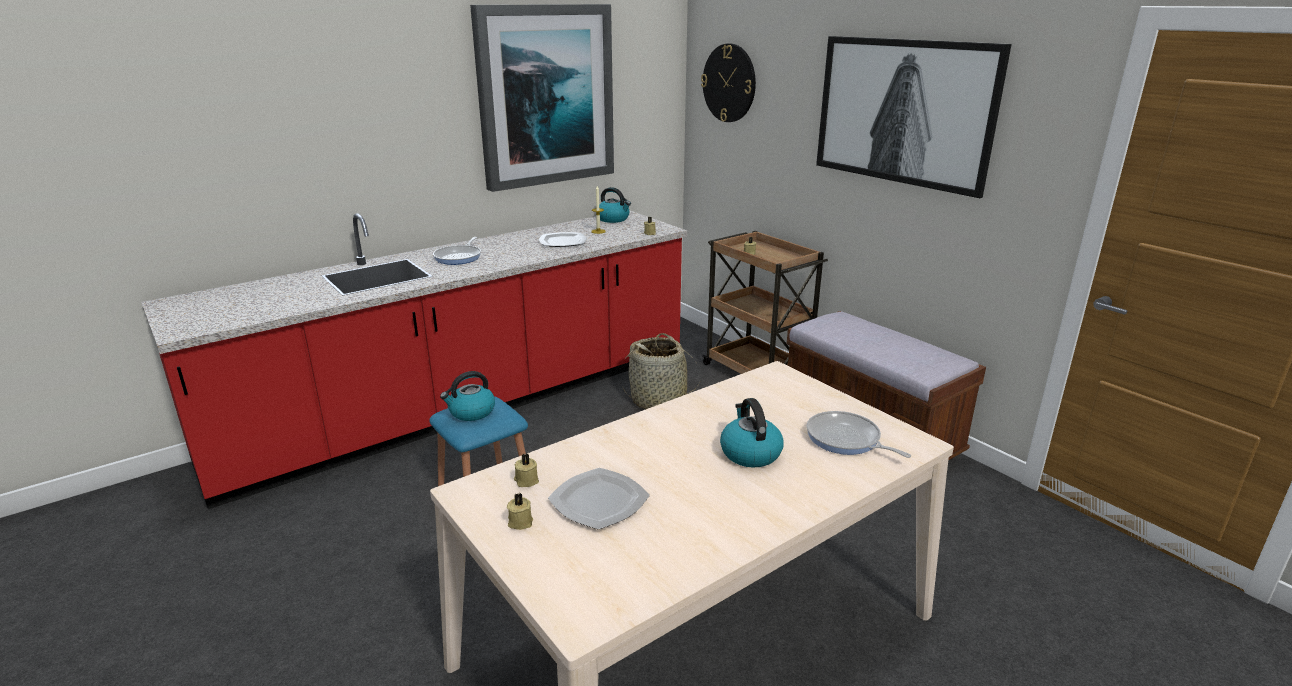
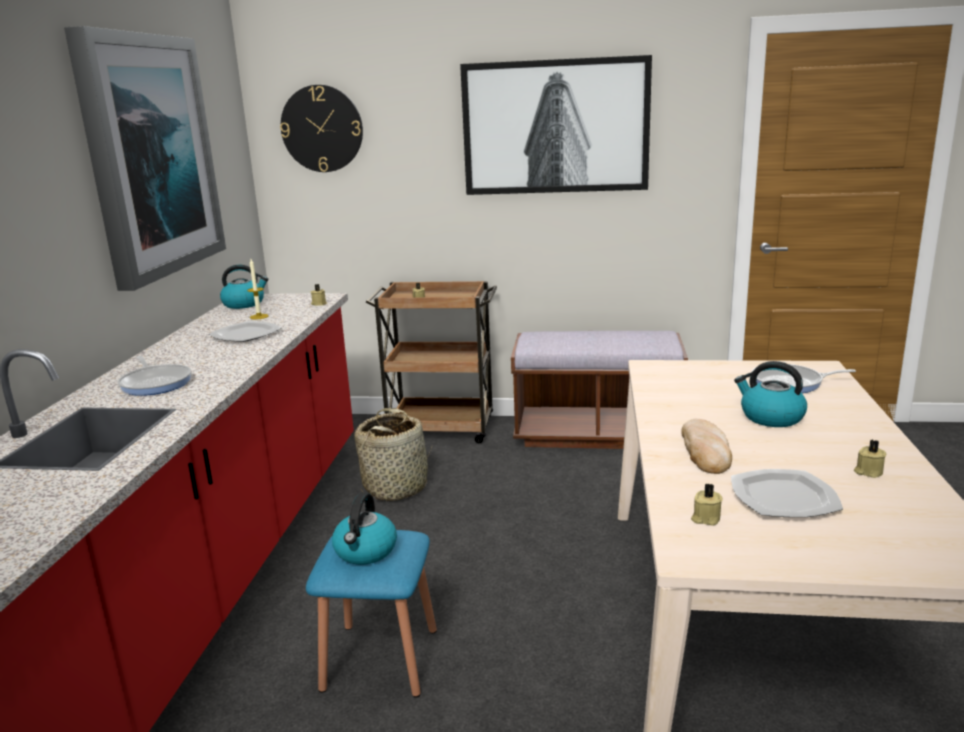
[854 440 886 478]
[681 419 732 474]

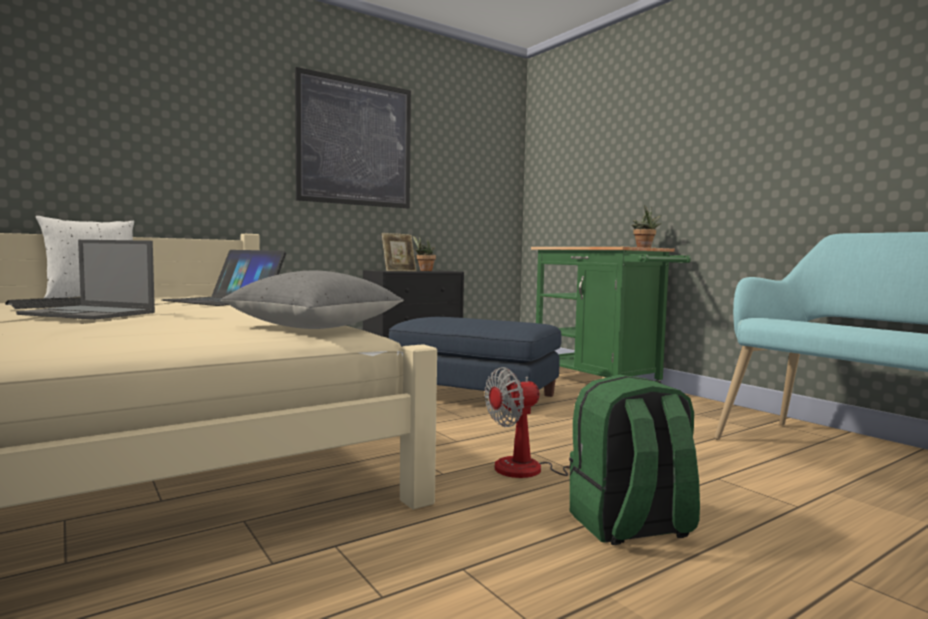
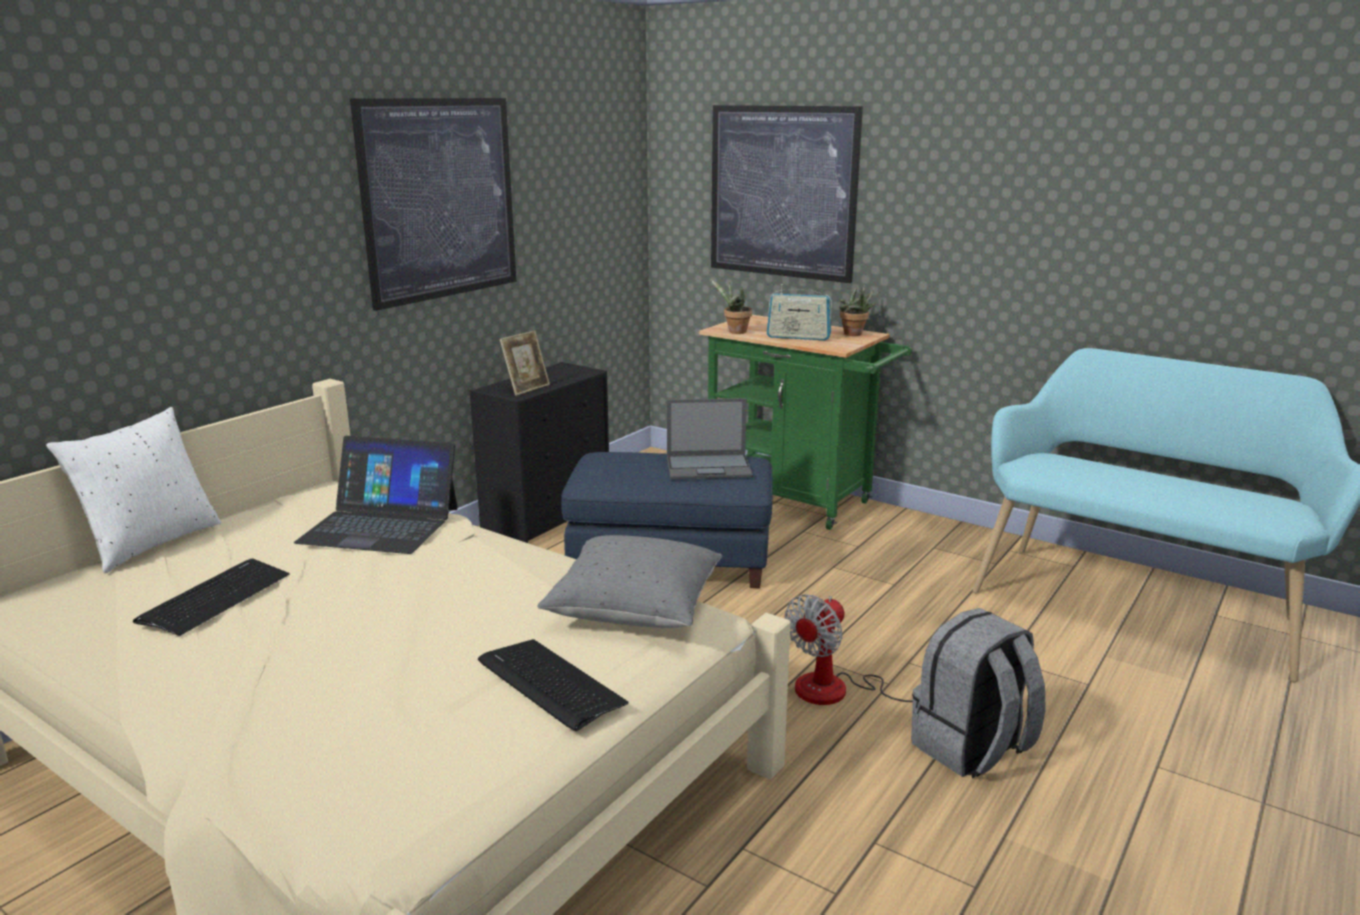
[709 278 752 334]
[667 398 753 479]
[911 608 1046 778]
[711 105 863 283]
[767 284 832 340]
[478 639 628 731]

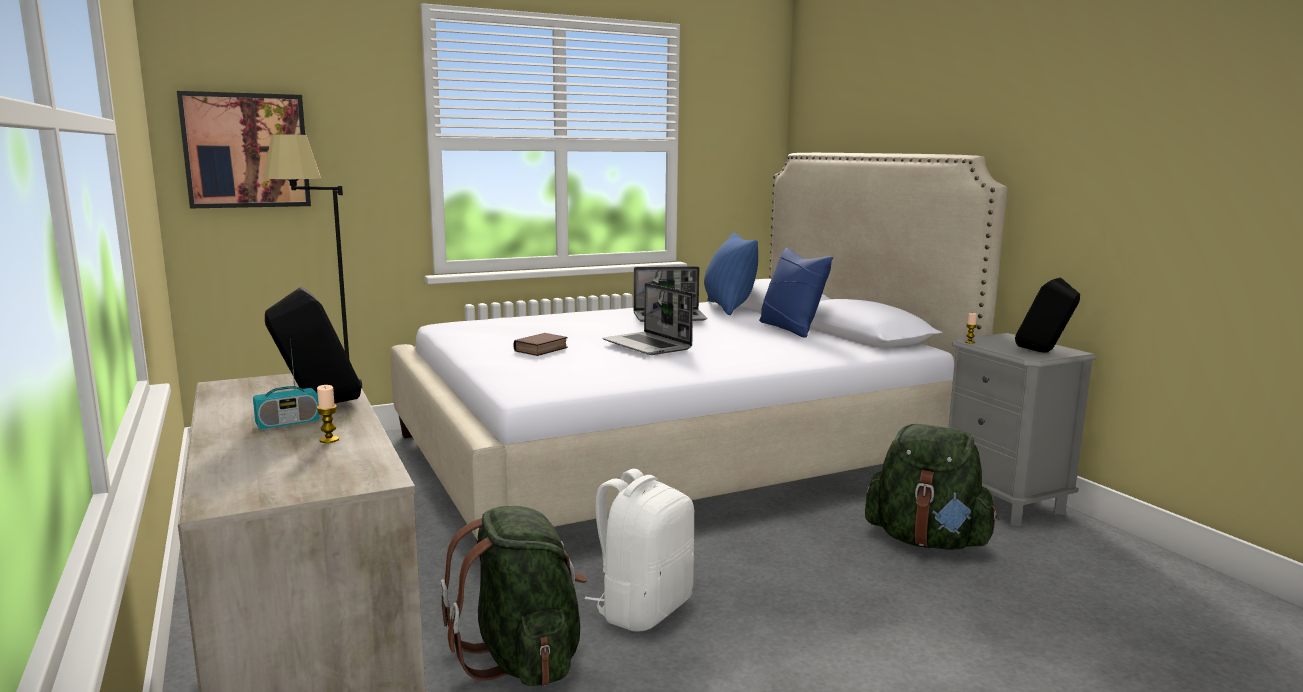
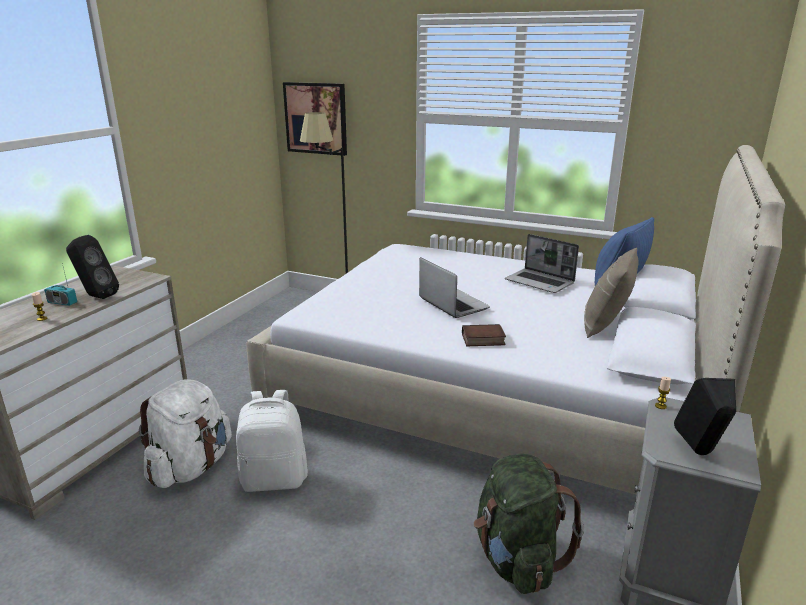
[584 247 639 338]
[419 257 490 318]
[462 324 506 346]
[139 379 232 488]

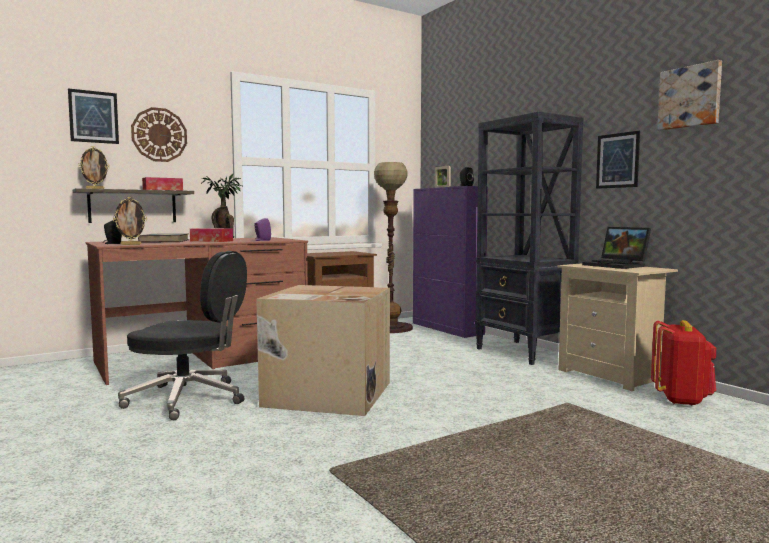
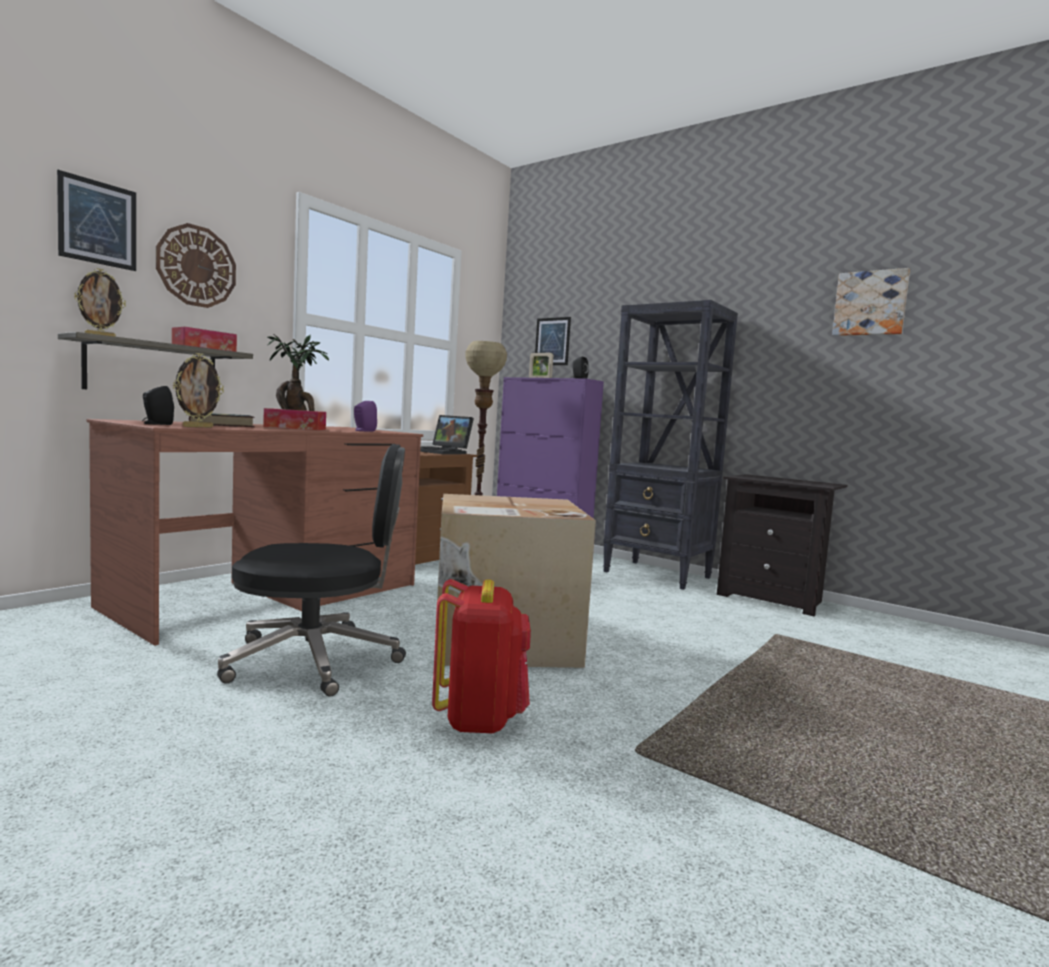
[535 317 571 365]
[420 415 474 454]
[717 474 847 616]
[432 579 531 734]

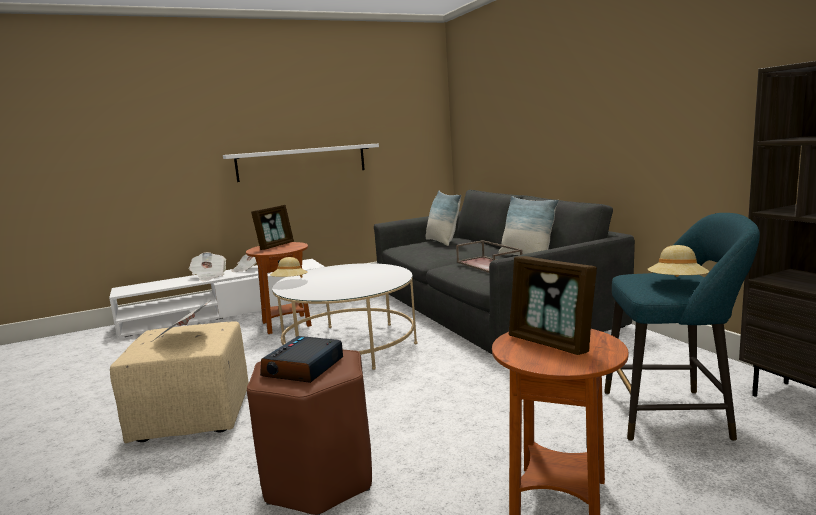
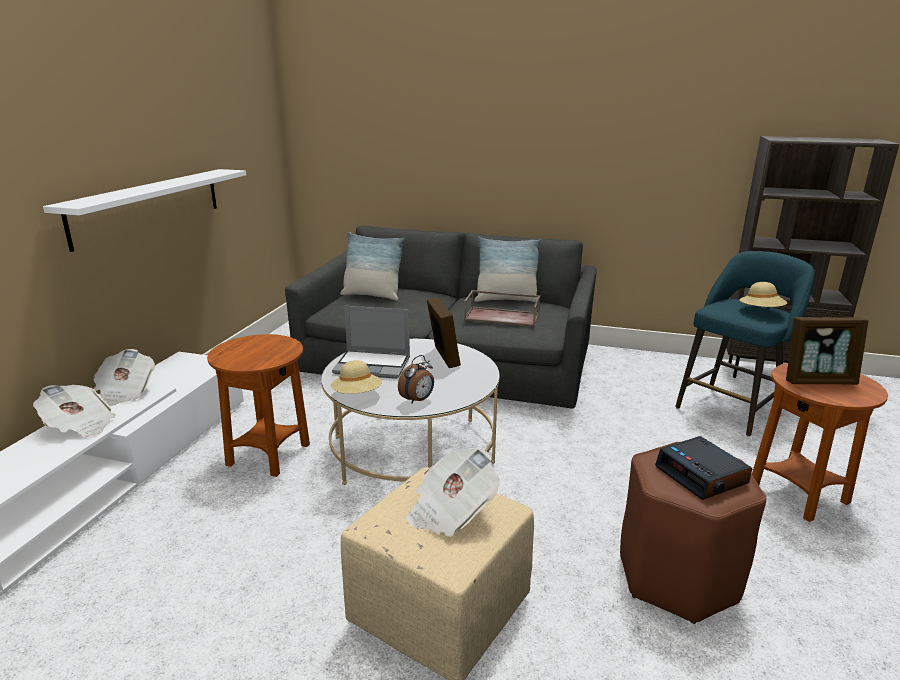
[427 297 461 368]
[332 306 410 379]
[398 355 434 404]

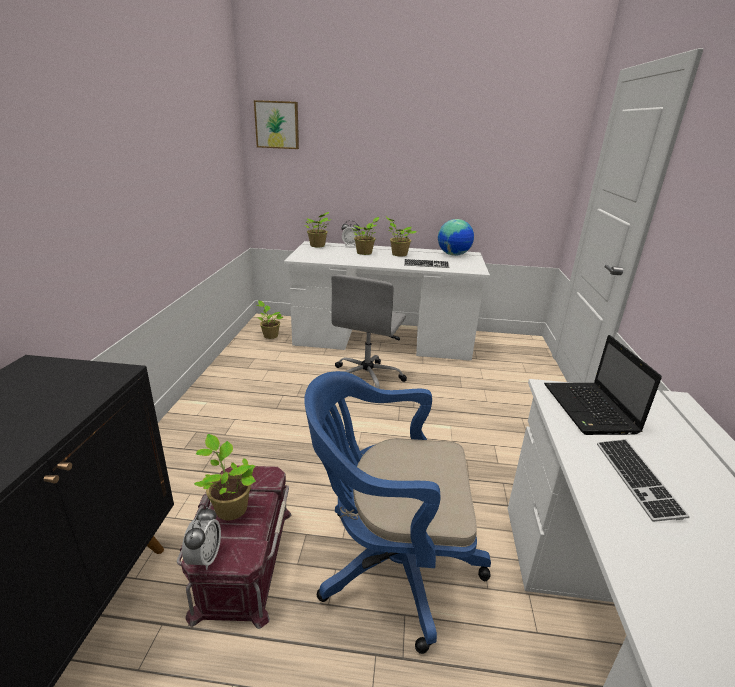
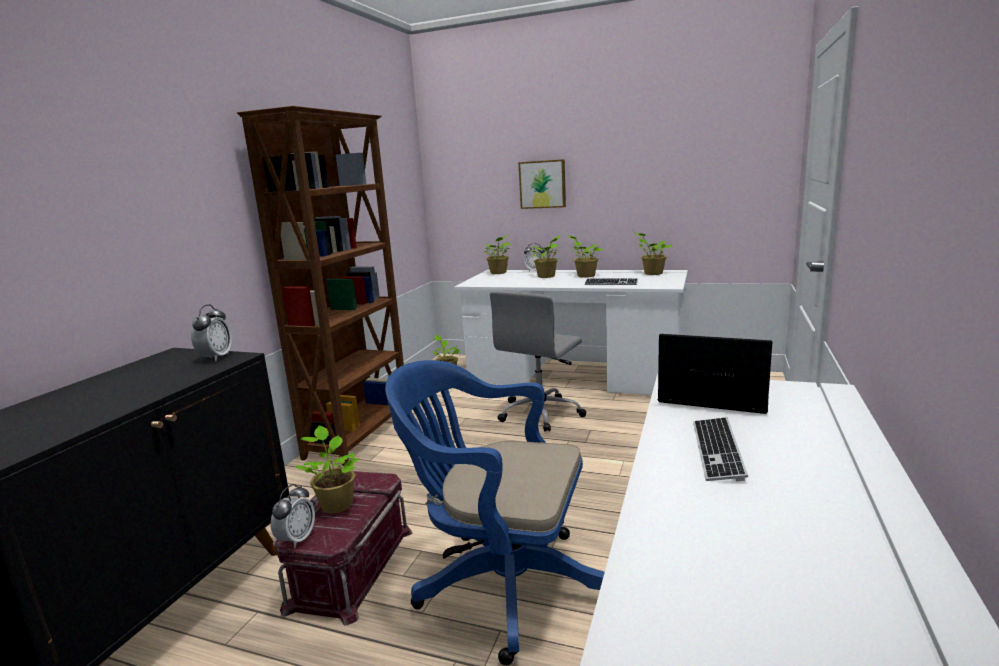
[518 159 566 209]
[634 232 673 275]
[657 334 772 414]
[237 106 404 466]
[191 304 232 361]

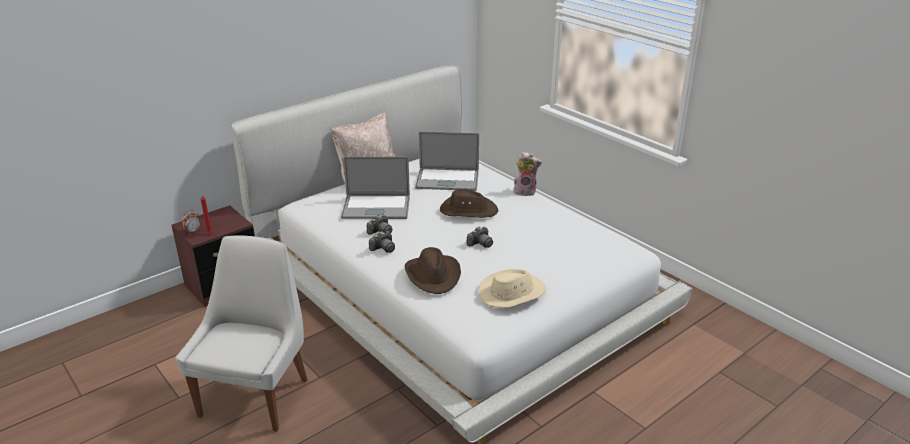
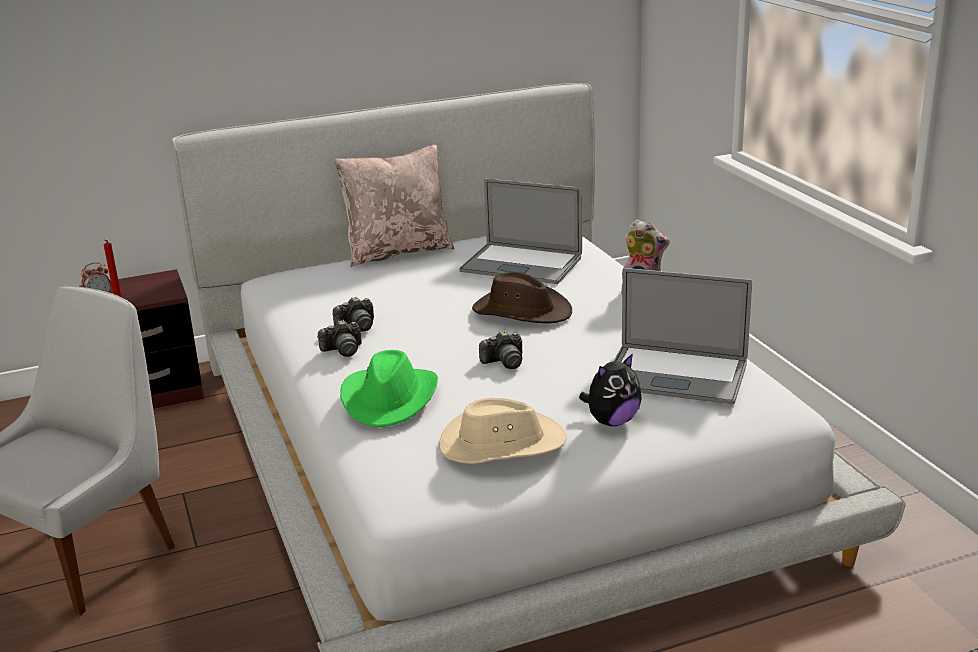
[614 268 752 405]
[340 350 438 427]
[579 353 642 426]

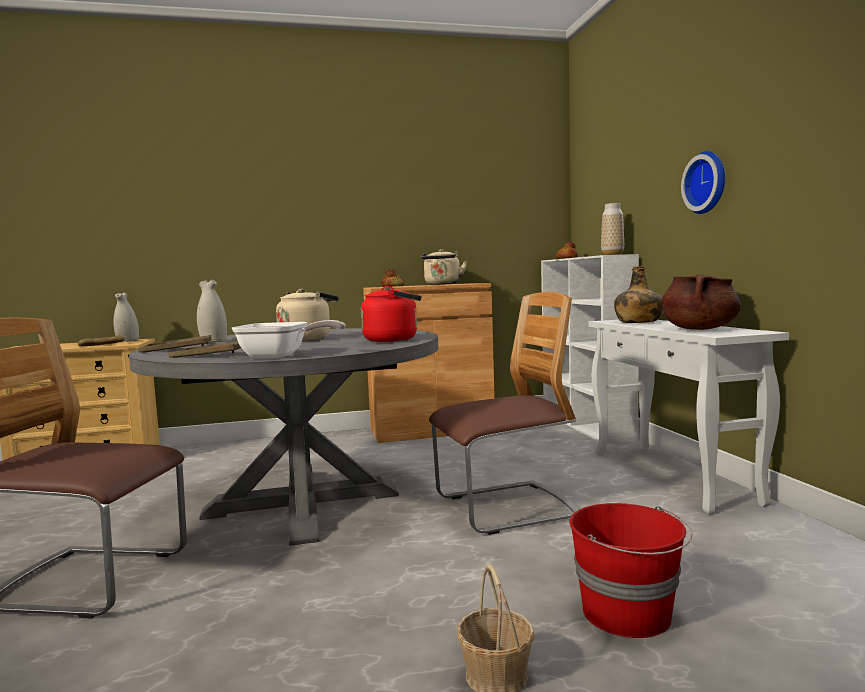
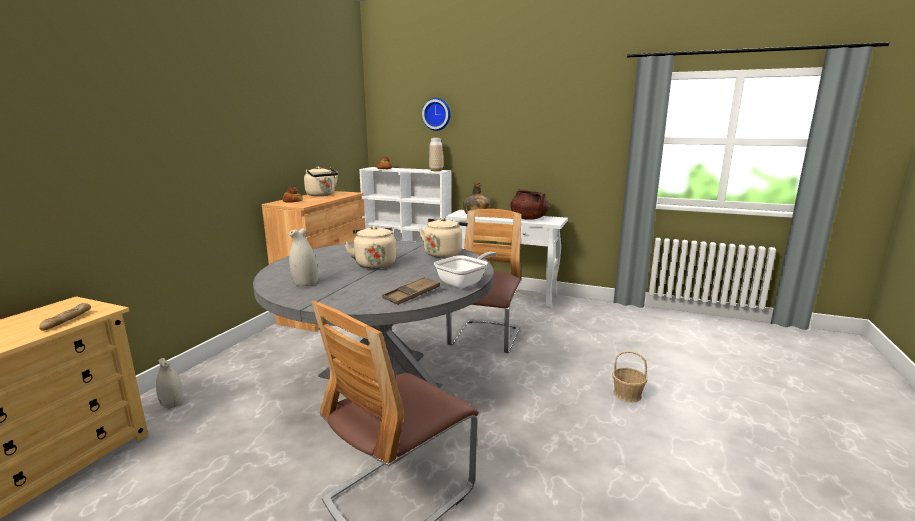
[422 98 451 131]
[419 218 468 258]
[156 358 184 409]
[138 335 212 353] (first image)
[569 503 692 638] (first image)

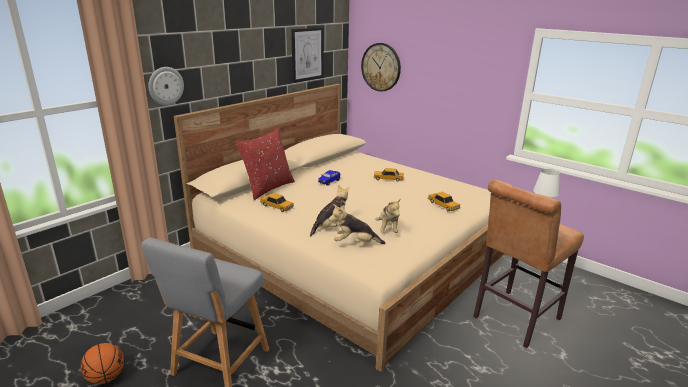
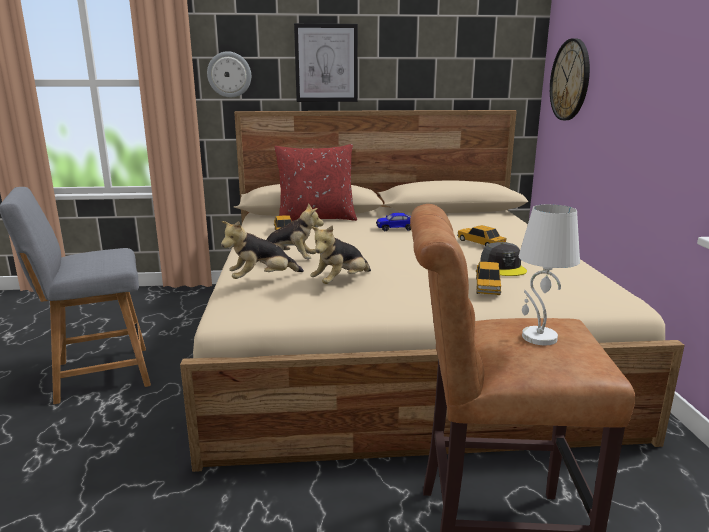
[294 23 358 102]
[221 221 304 279]
[80 343 124 384] (first image)
[480 242 527 276]

